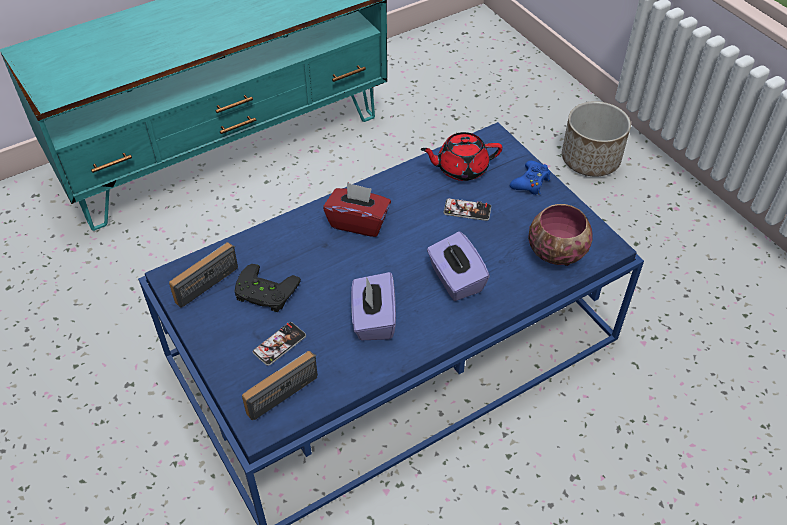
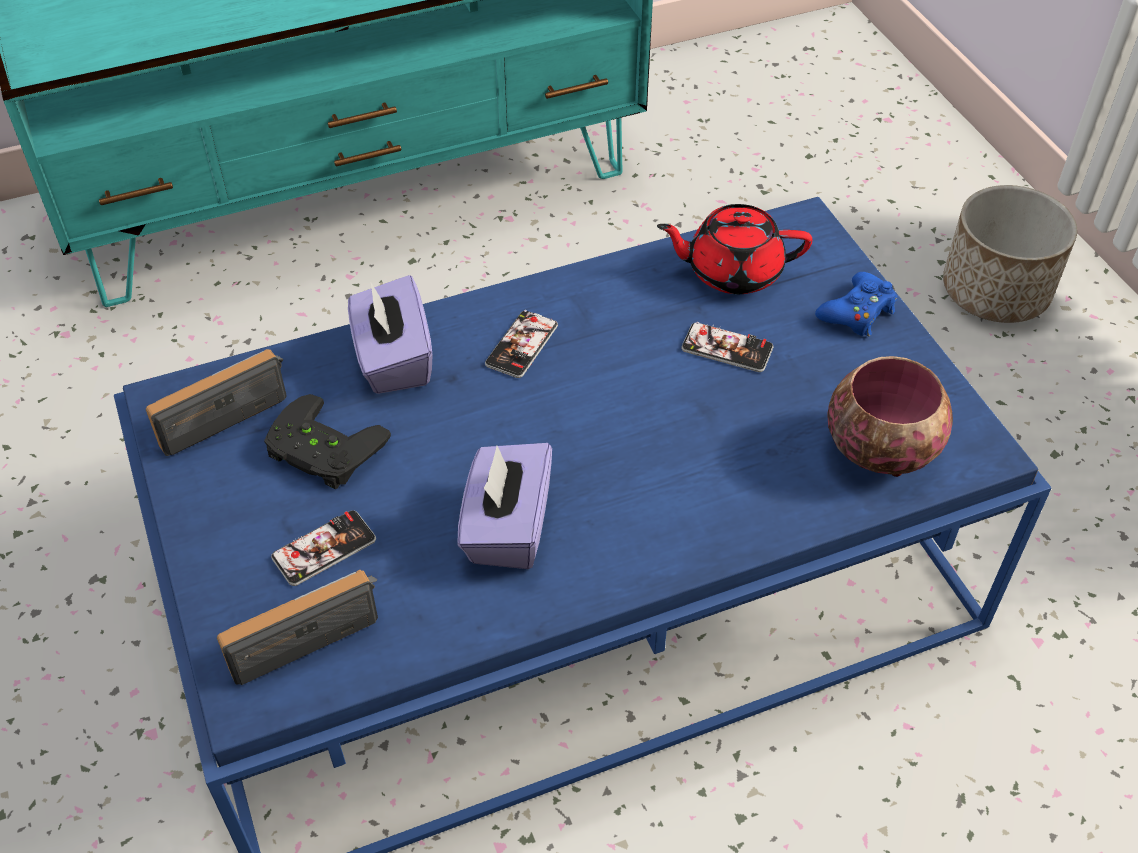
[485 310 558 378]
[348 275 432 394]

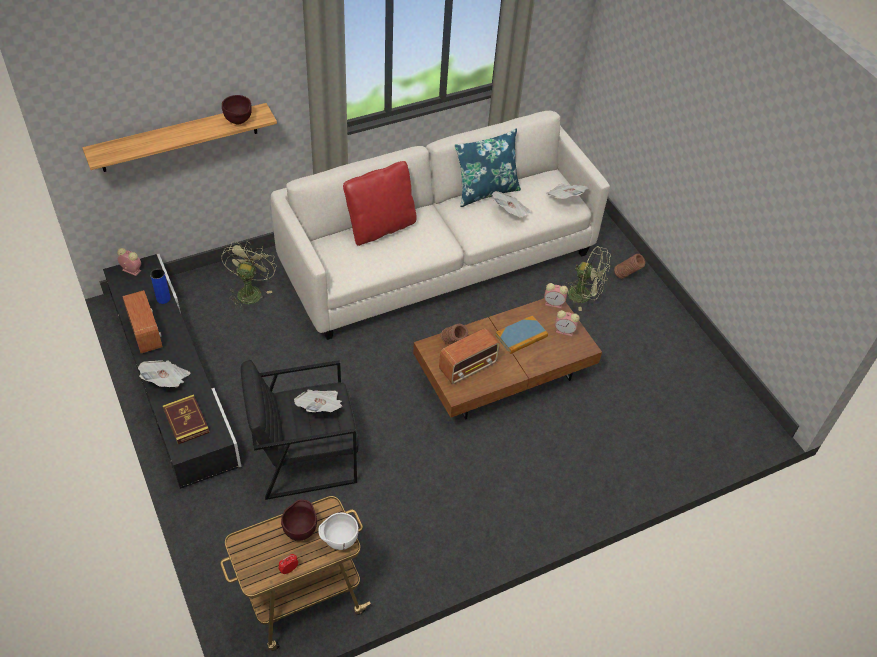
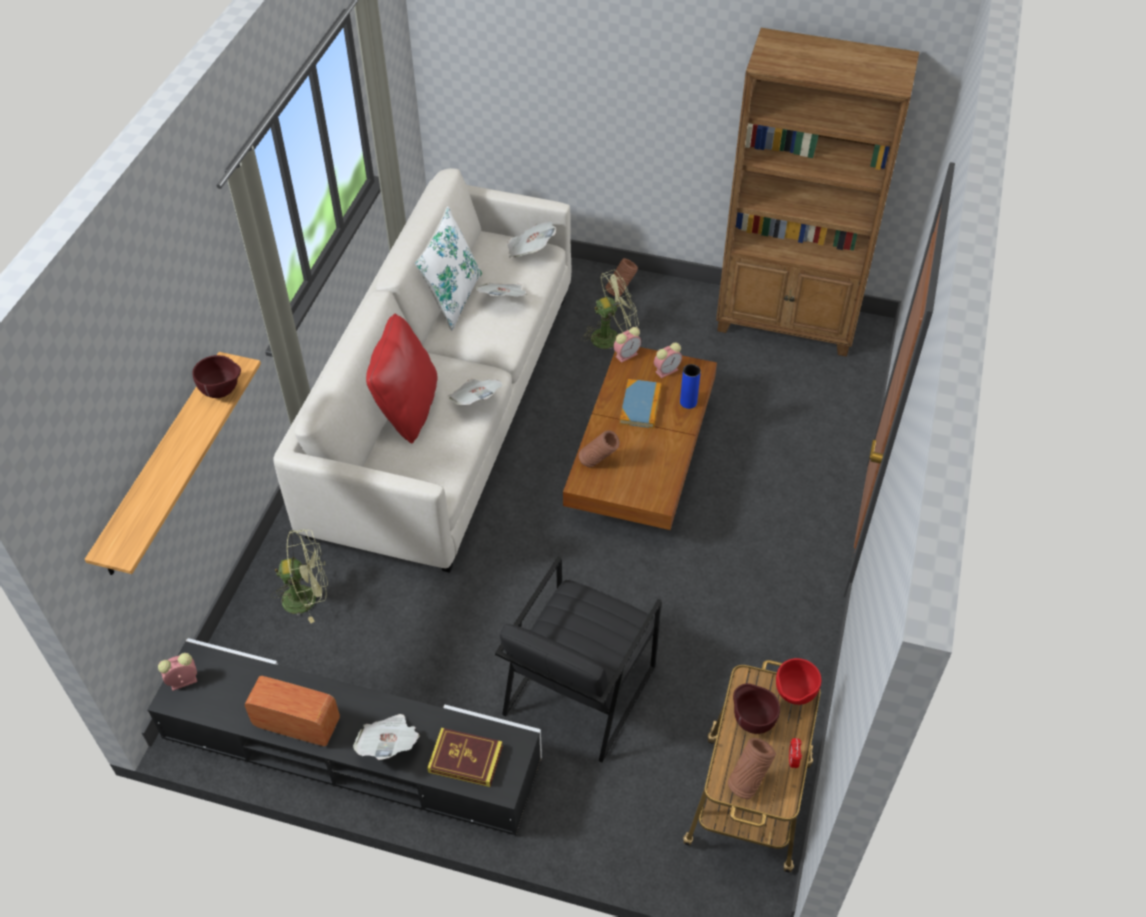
[415 206 482 331]
[271 529 328 623]
[680 364 701 409]
[439 328 500 384] (first image)
[448 379 503 405]
[776 658 821 705]
[716 28 919 357]
[728 738 776 799]

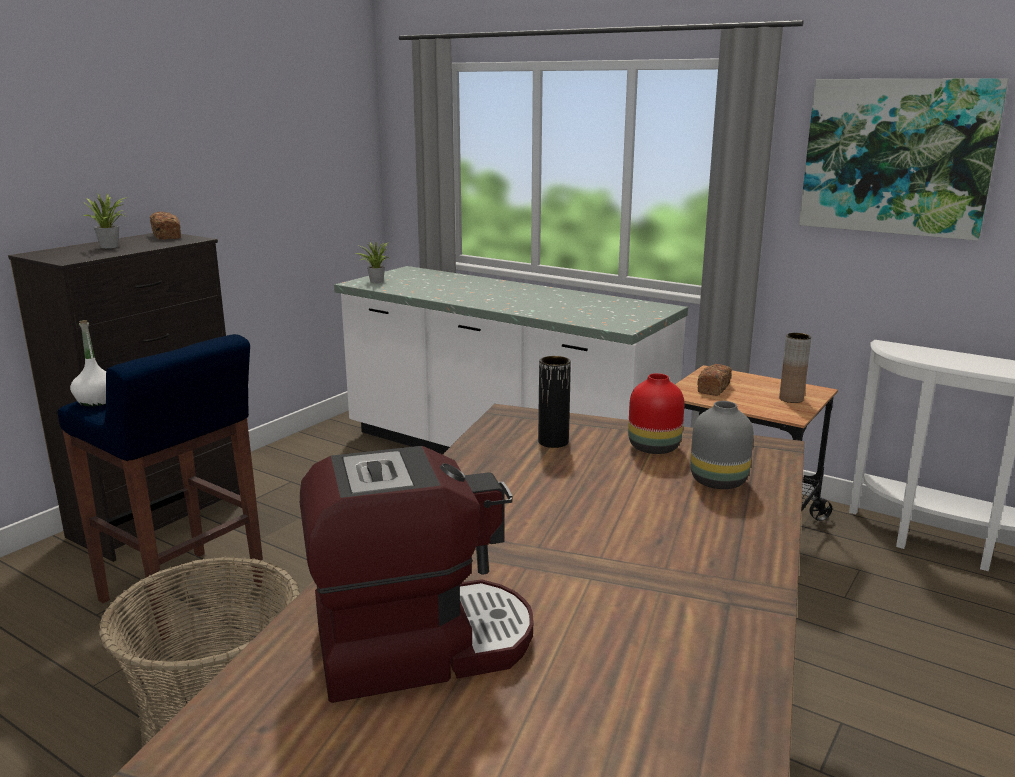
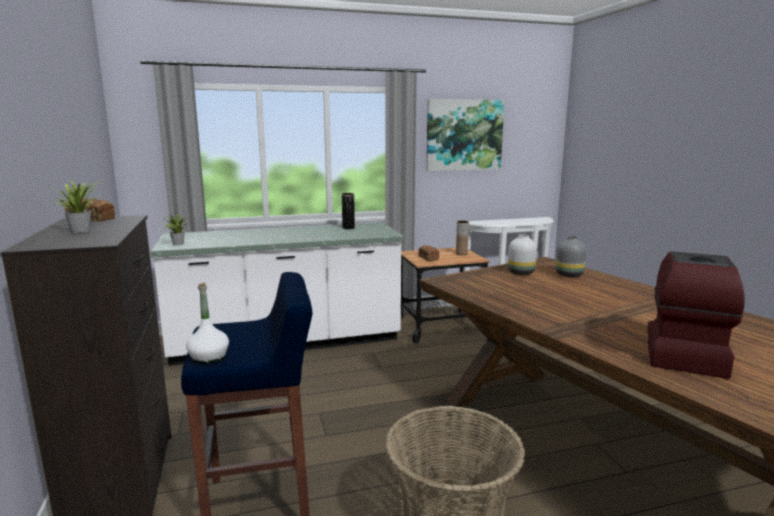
[342 193 355 229]
[508 234 537 275]

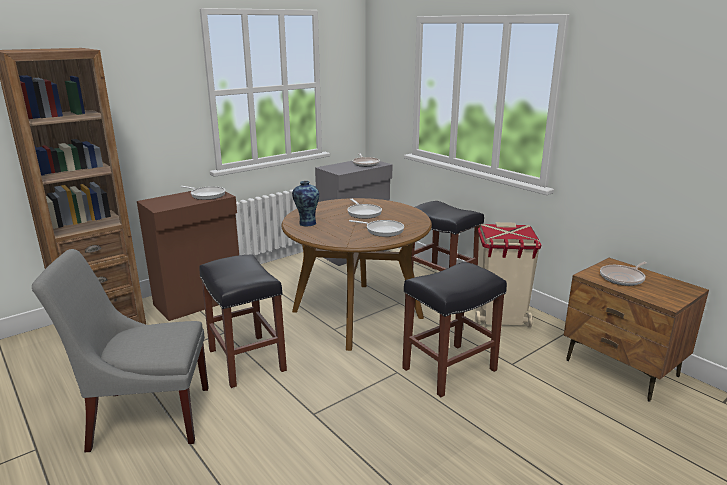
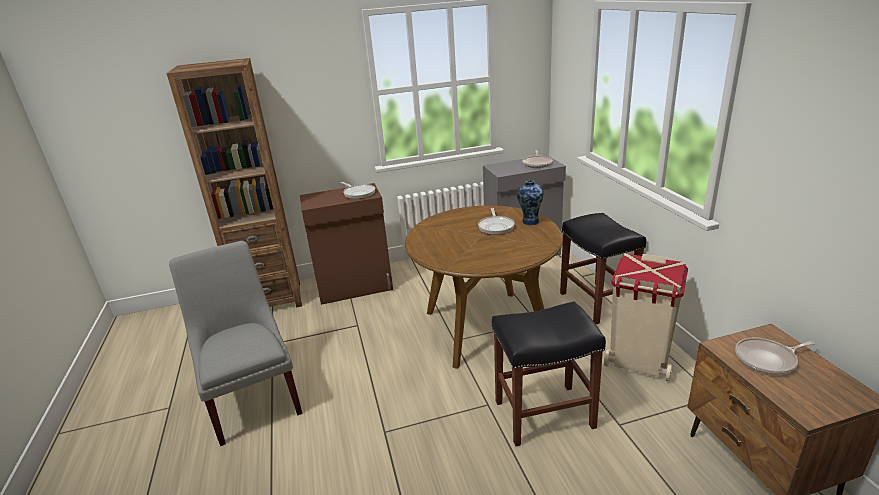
[517 180 543 225]
[349 220 404 237] (first image)
[169 241 302 446]
[199 254 287 388] (first image)

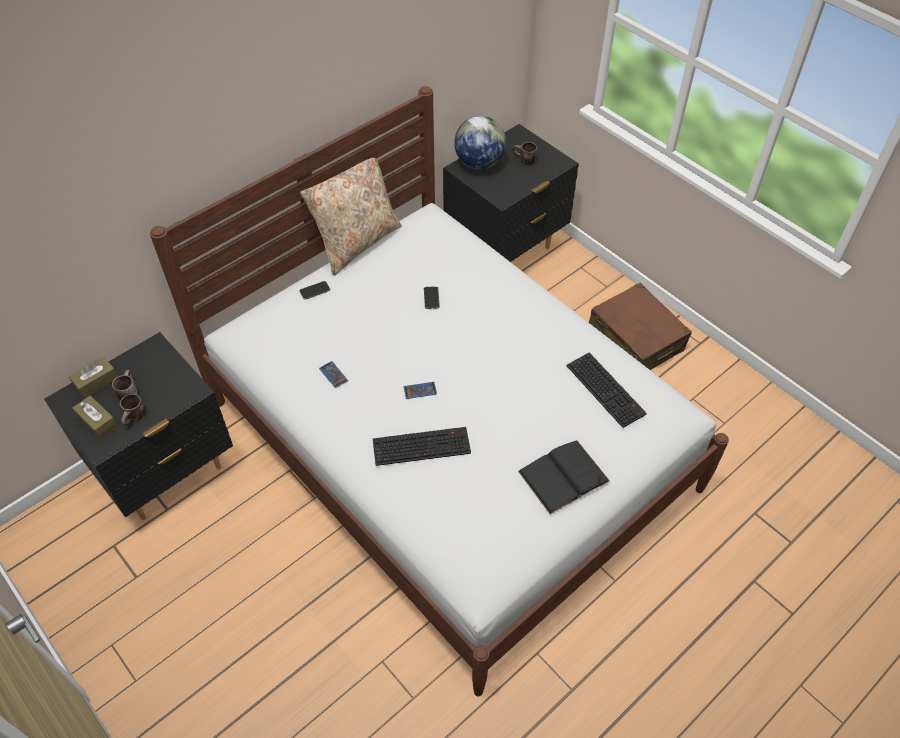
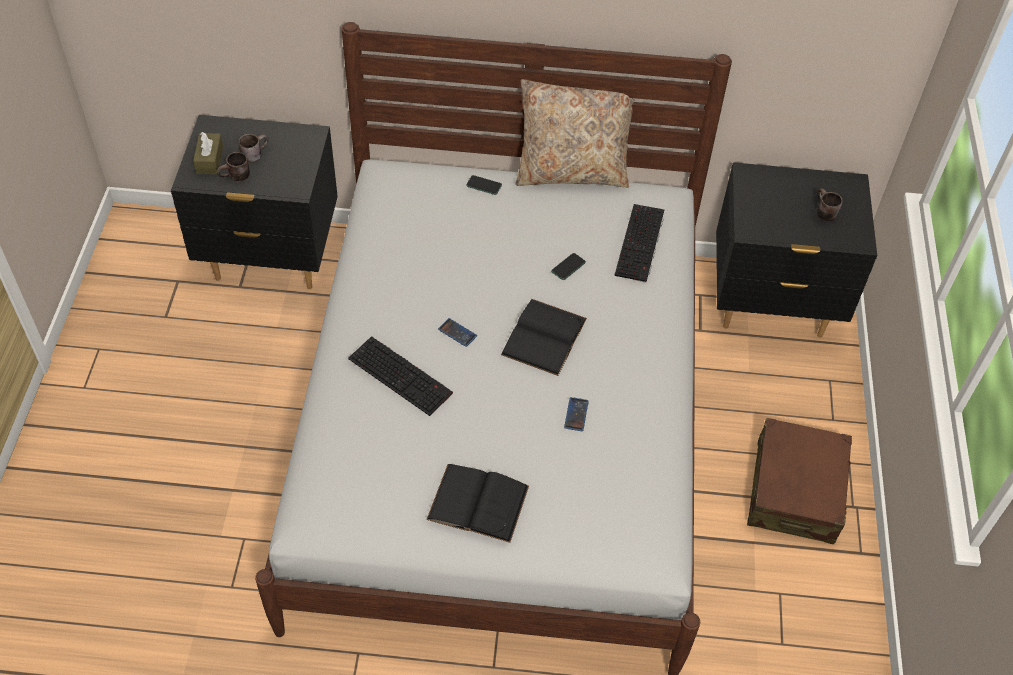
[454 116 506 170] (first image)
[614 204 664 282]
[69 357 118 399] (first image)
[564 397 589 431]
[501 299 587 376]

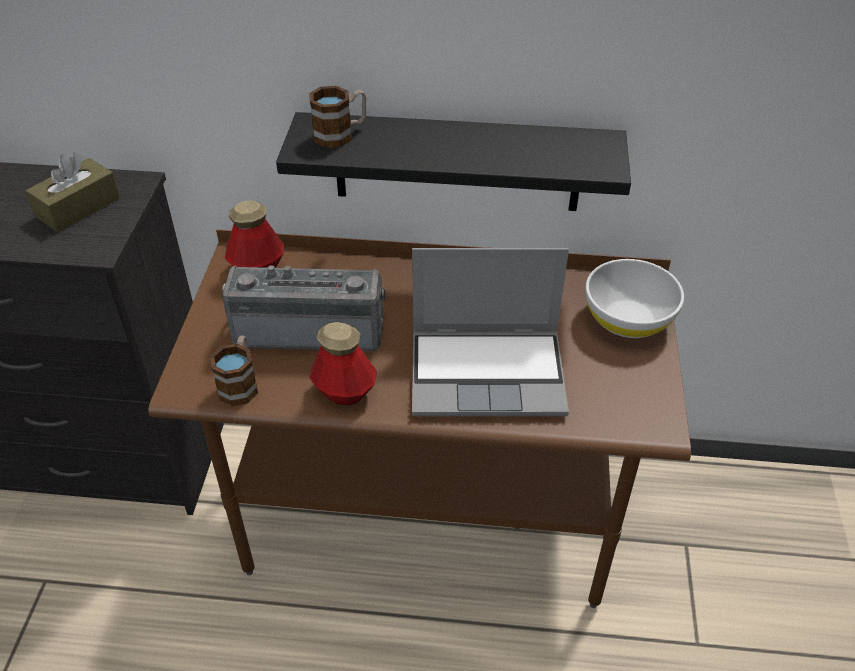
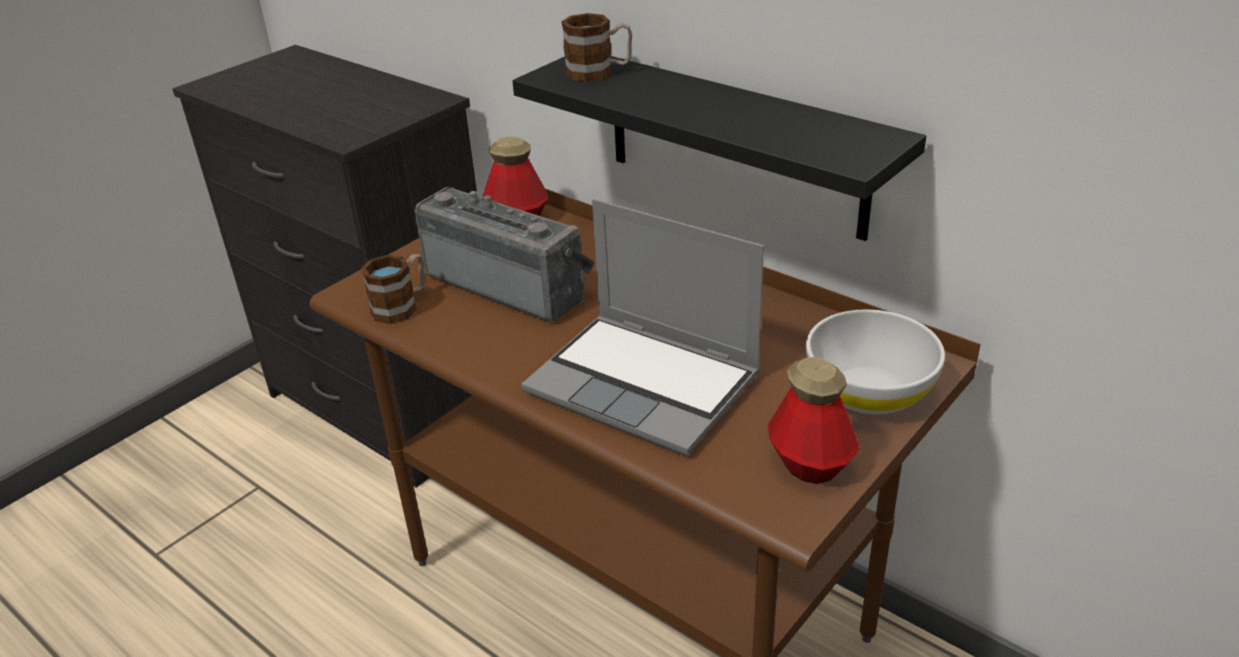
[25 153 120 232] (first image)
[768 357 860 484]

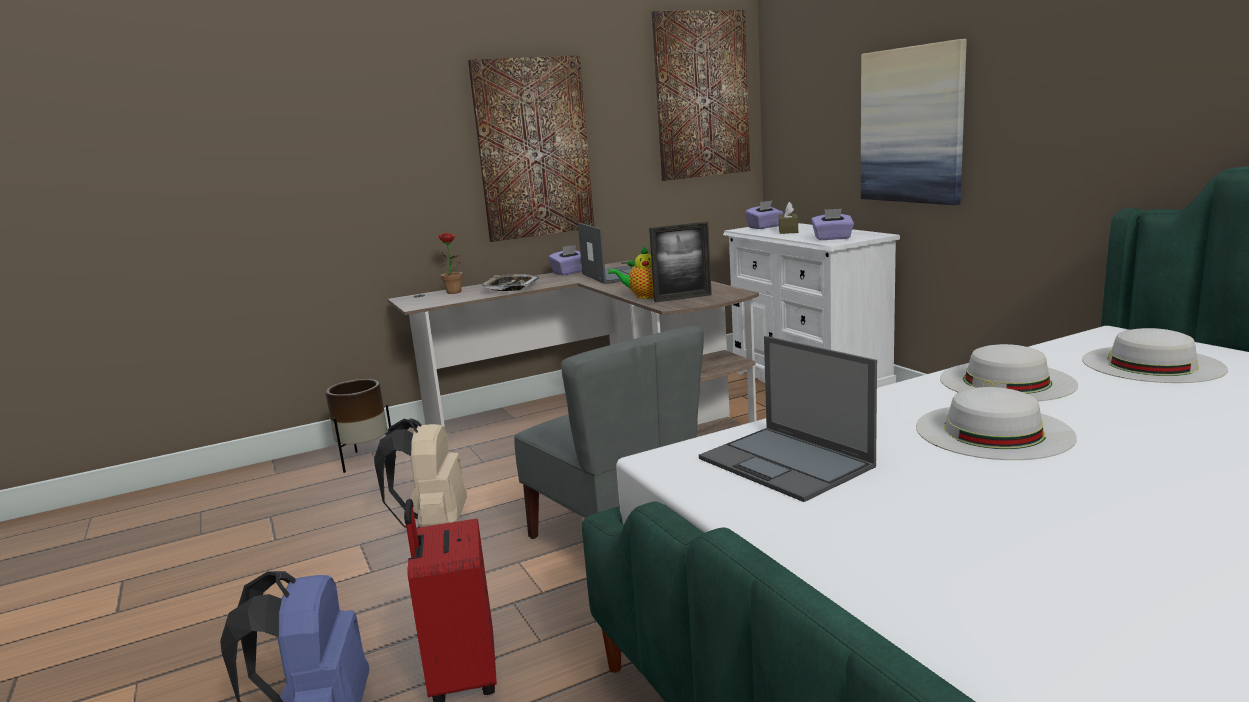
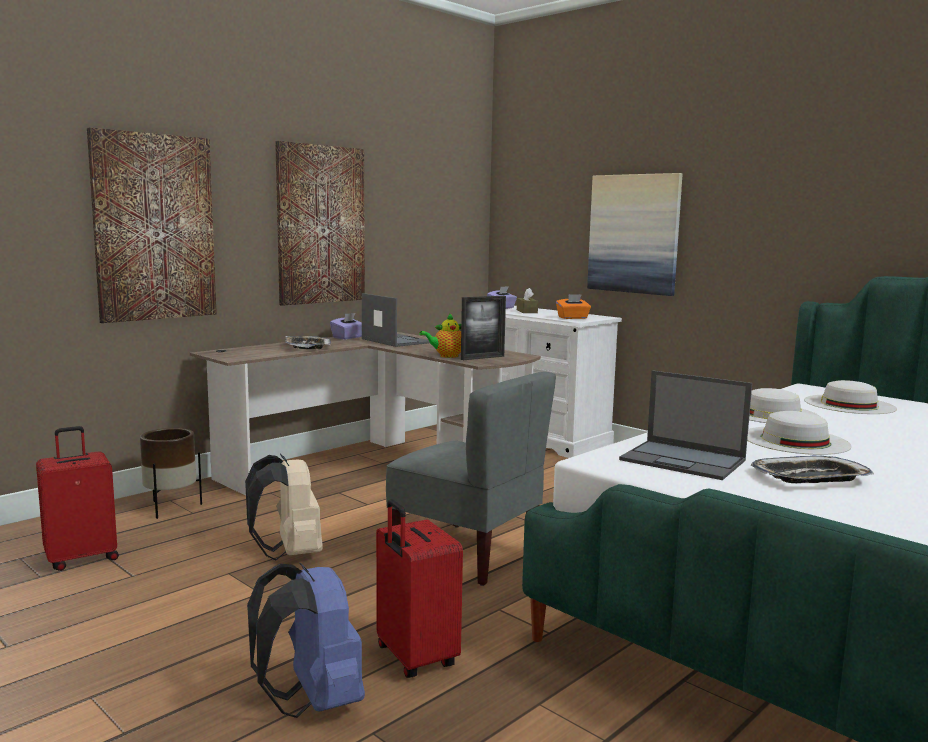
[87 127 216 323]
[556 294 591 319]
[436 233 464 294] (first image)
[36 426 119 571]
[751 456 874 483]

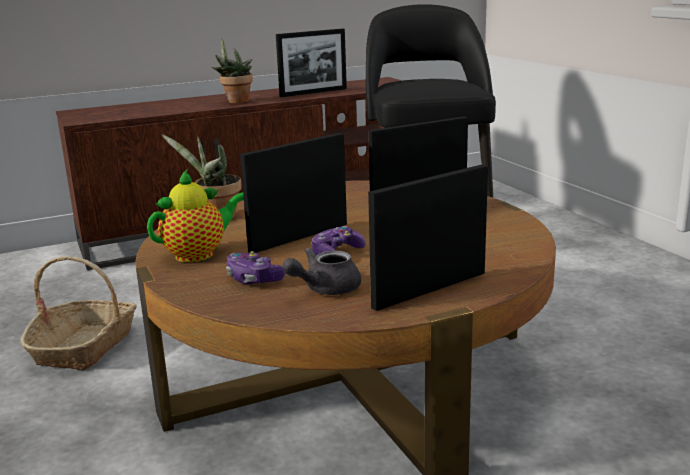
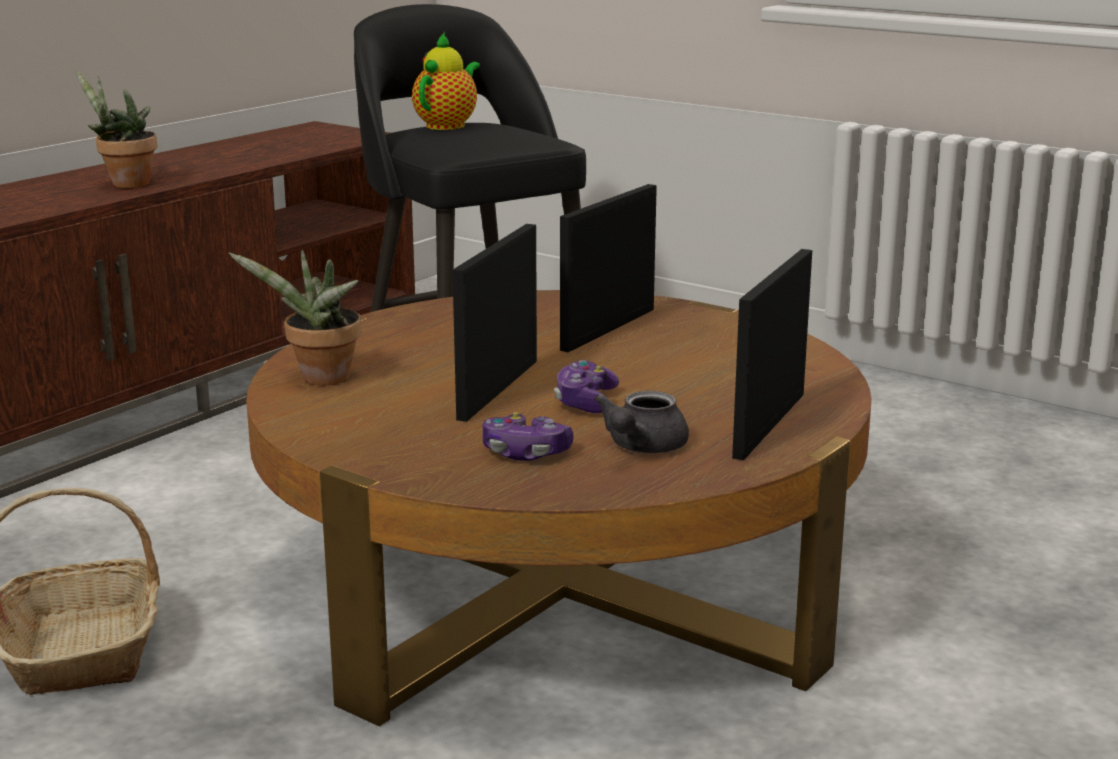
[276 28 347 97] (first image)
[412 32 480 130]

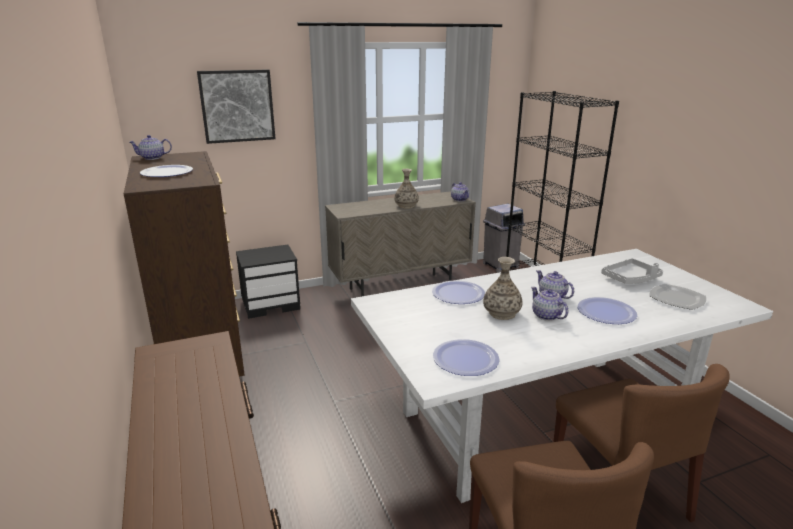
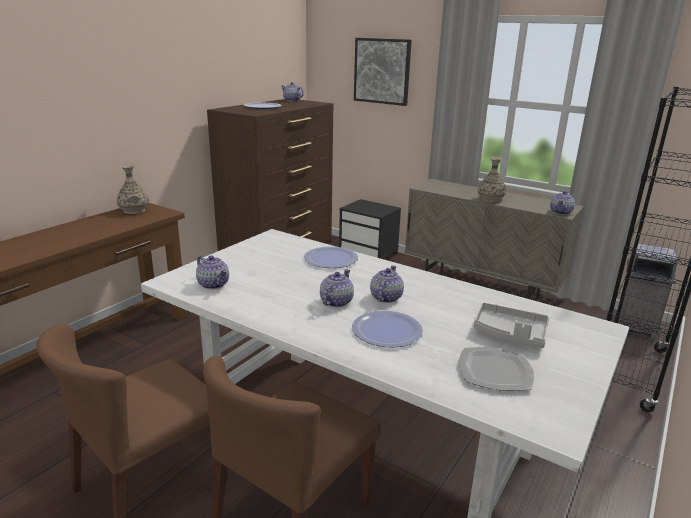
[117 164 149 214]
[196 255 229 289]

